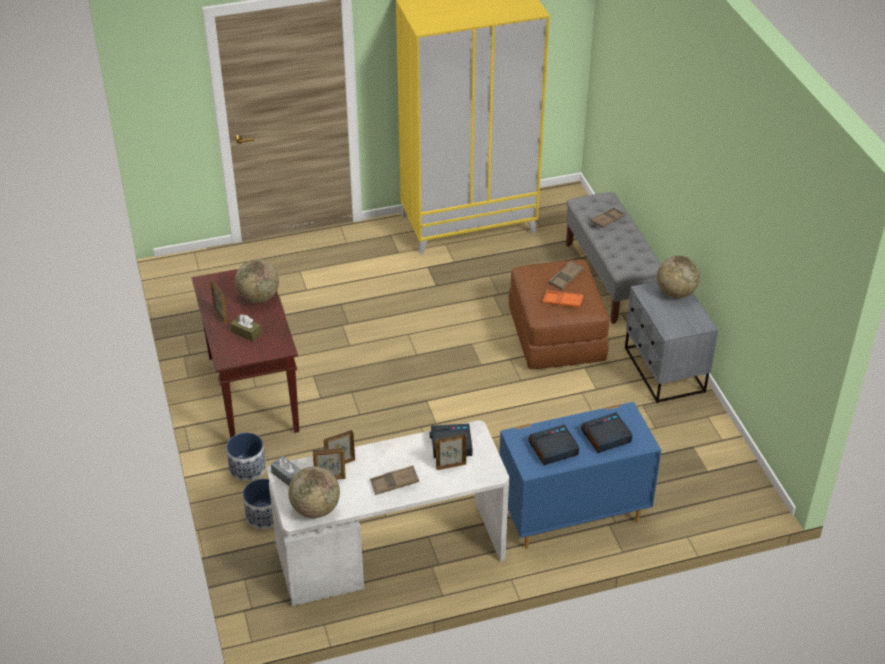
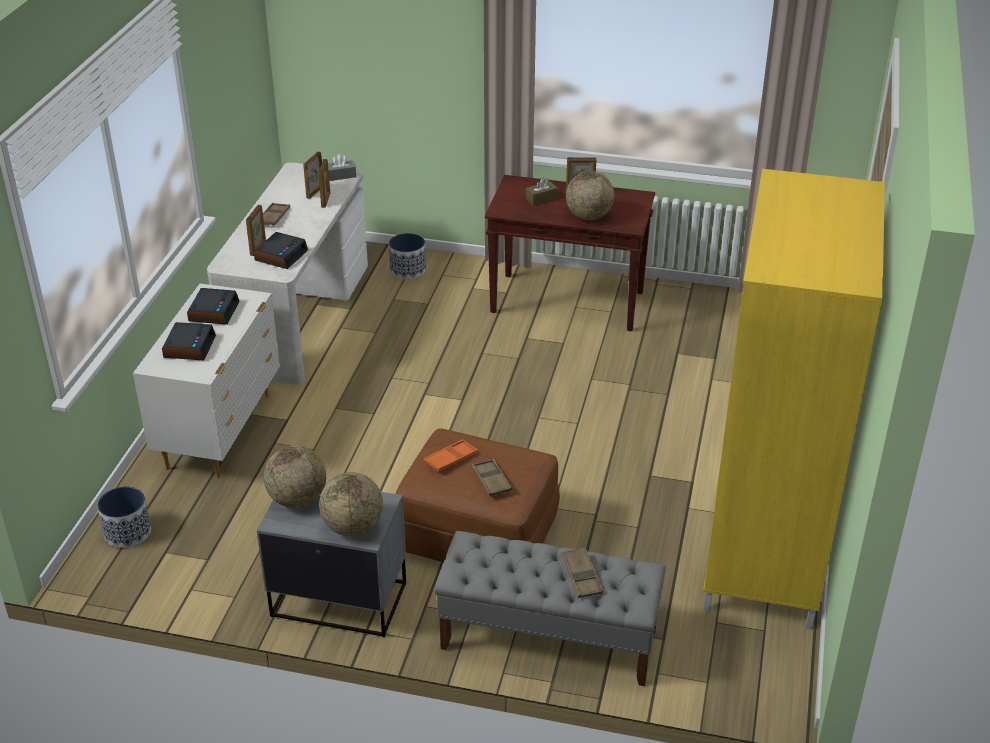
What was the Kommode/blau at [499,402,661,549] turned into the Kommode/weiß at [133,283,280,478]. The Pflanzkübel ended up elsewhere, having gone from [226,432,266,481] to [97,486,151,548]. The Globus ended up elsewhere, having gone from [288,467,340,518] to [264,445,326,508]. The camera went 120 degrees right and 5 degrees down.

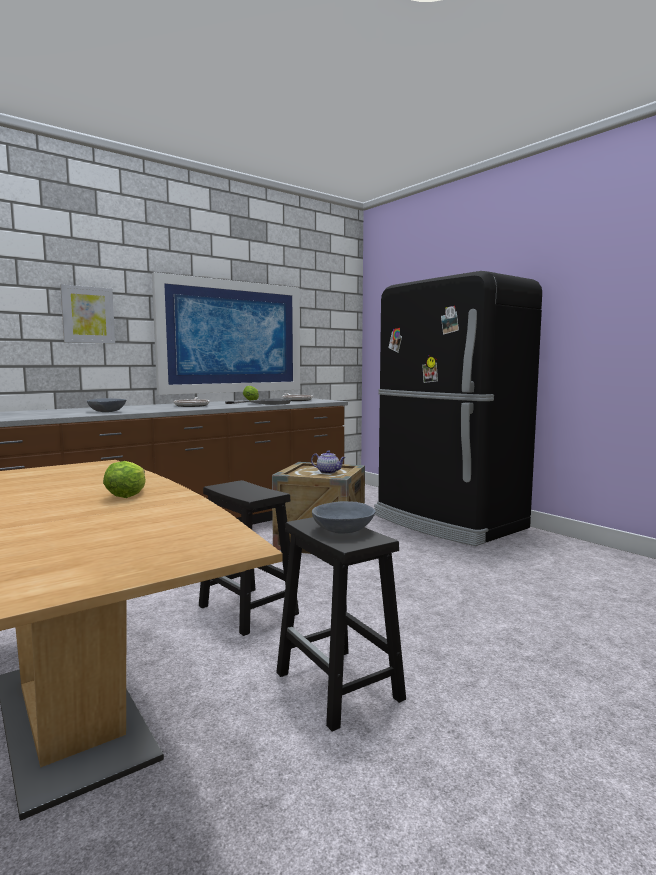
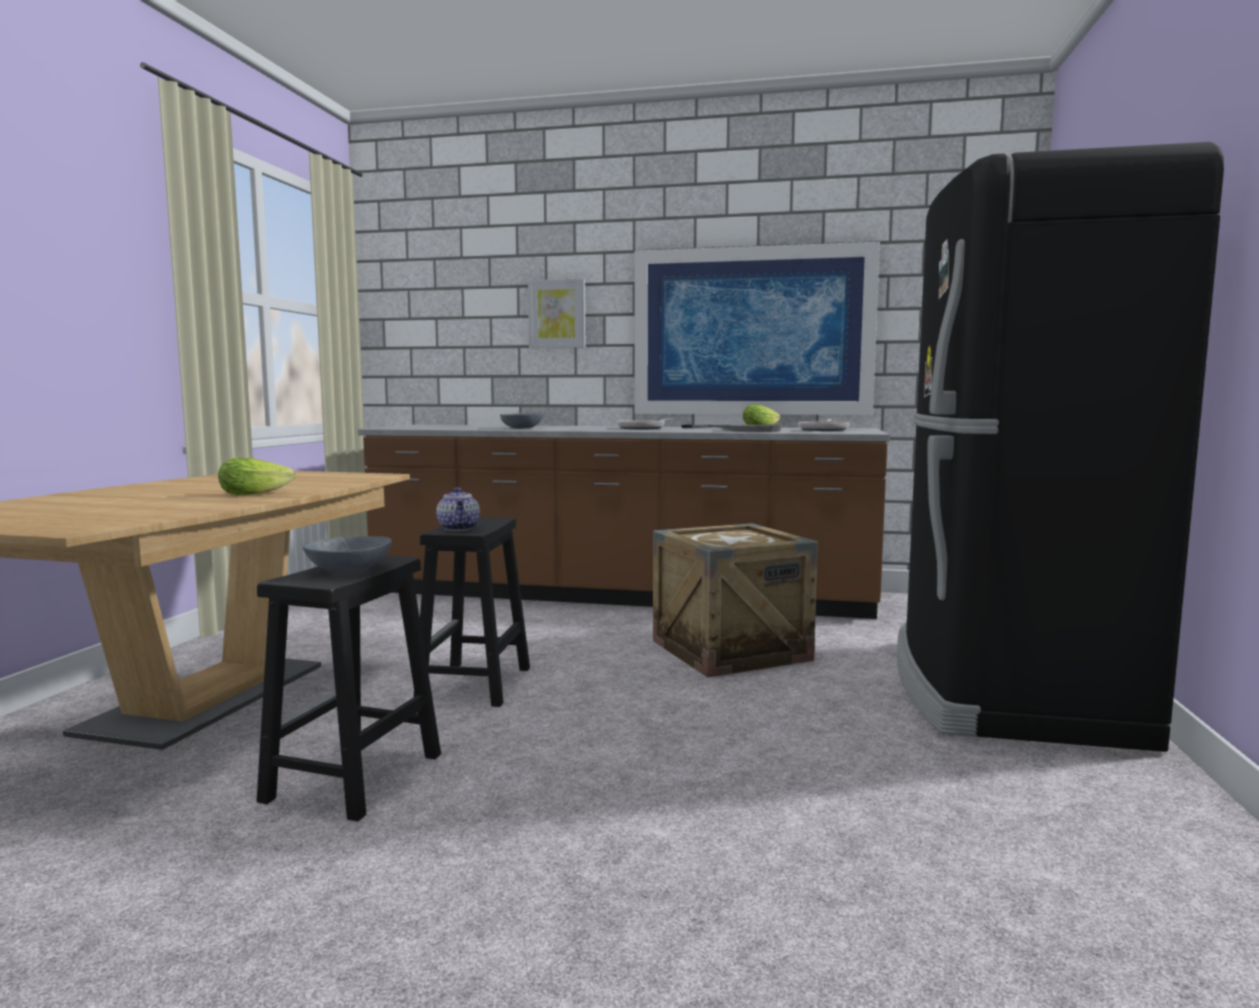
The Teekanne ended up elsewhere, having gone from [311,450,346,474] to [436,487,480,531]. The camera went 50 degrees right and 0 degrees up.

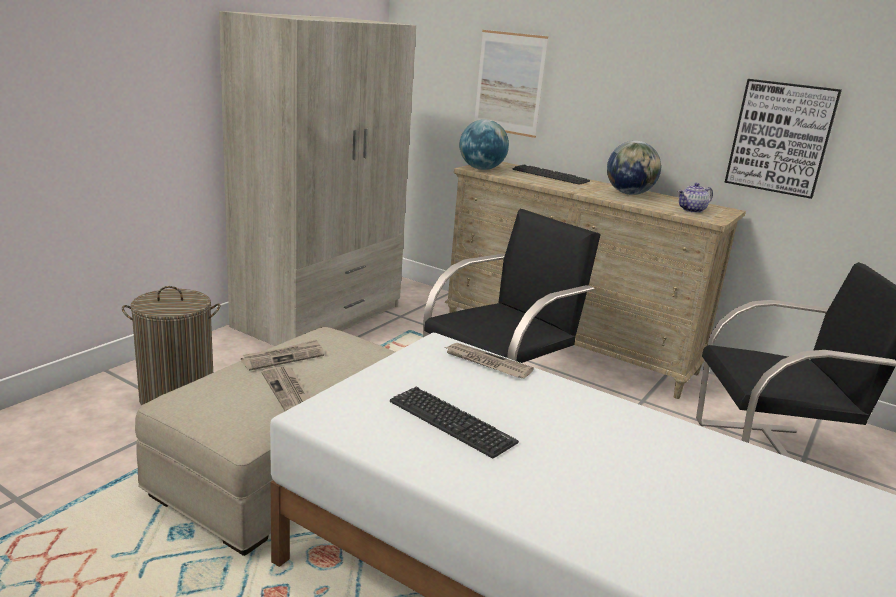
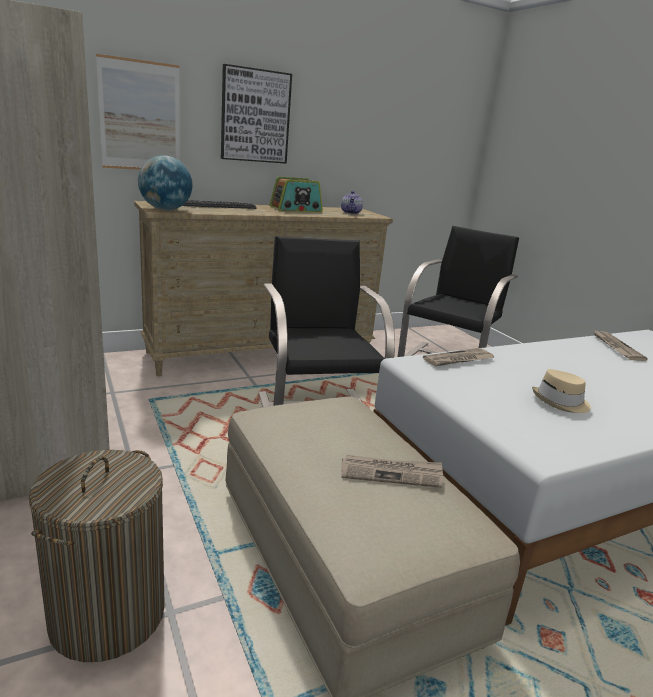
The Bild ended up elsewhere, having gone from [725,79,842,199] to [221,64,292,164]. Where the Globus stood at [607,141,661,195], the Radio came to stand at [269,177,323,212]. The Zeitung ended up elsewhere, having gone from [241,340,324,371] to [593,330,648,361]. Where the Tastatur stood at [390,387,519,458], the Hut/beige came to stand at [532,369,591,413]. The camera went 60 degrees left and 0 degrees up.

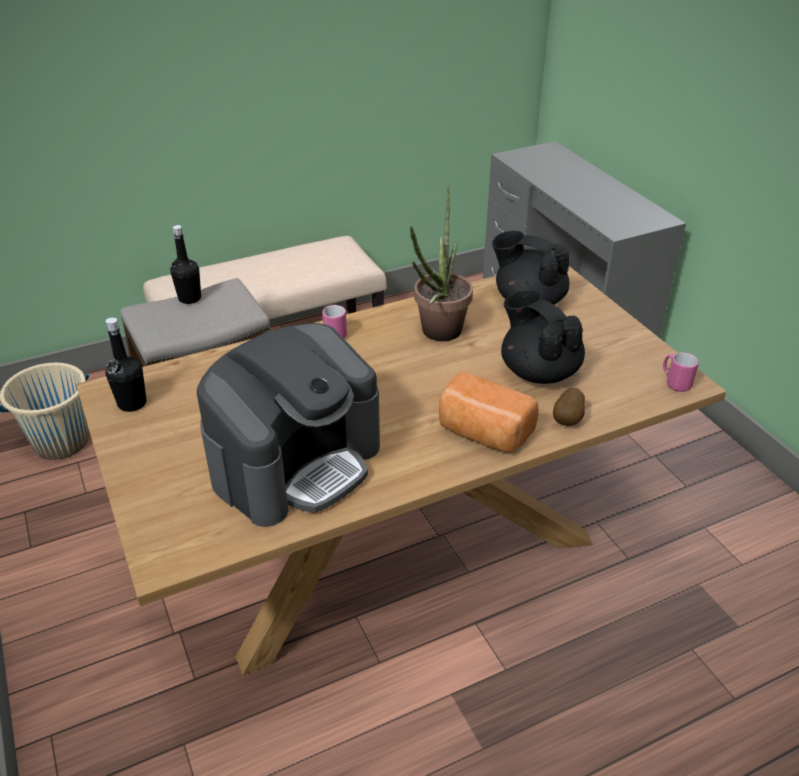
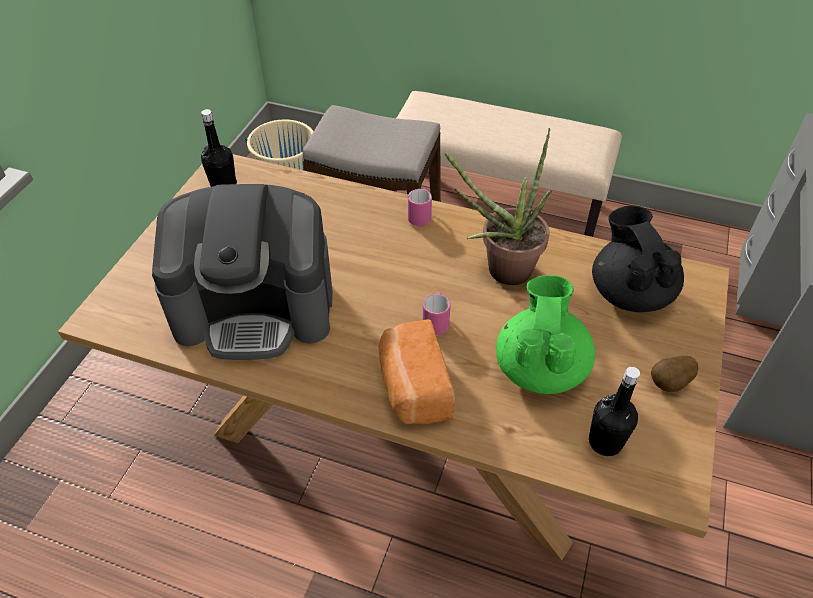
The Flasche/schwarz ended up elsewhere, having gone from [170,225,201,304] to [589,367,640,456]. What was the Teekanne/schwarz at [501,290,585,384] turned into the Teekanne/grün at [496,275,595,394]. The Henkelbecher/rosa ended up elsewhere, having gone from [663,352,699,392] to [422,292,450,335]. The Kartoffel ended up elsewhere, having gone from [553,388,585,426] to [651,356,699,392]. The camera went 45 degrees right and 10 degrees up.

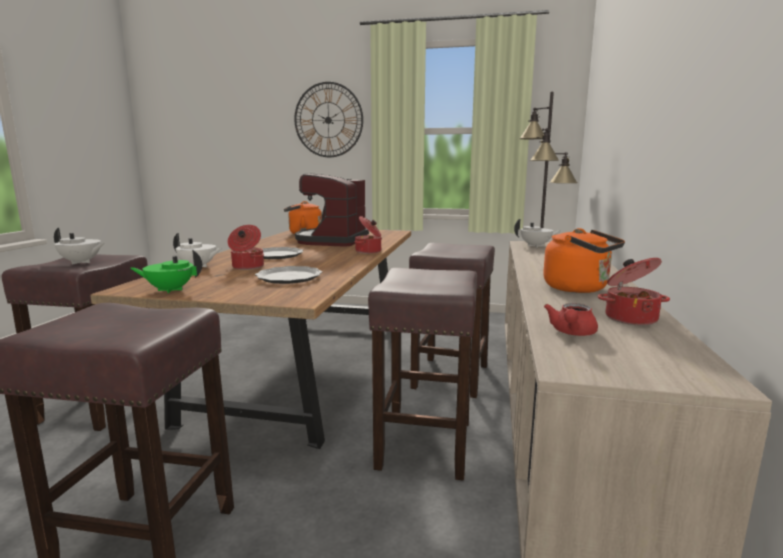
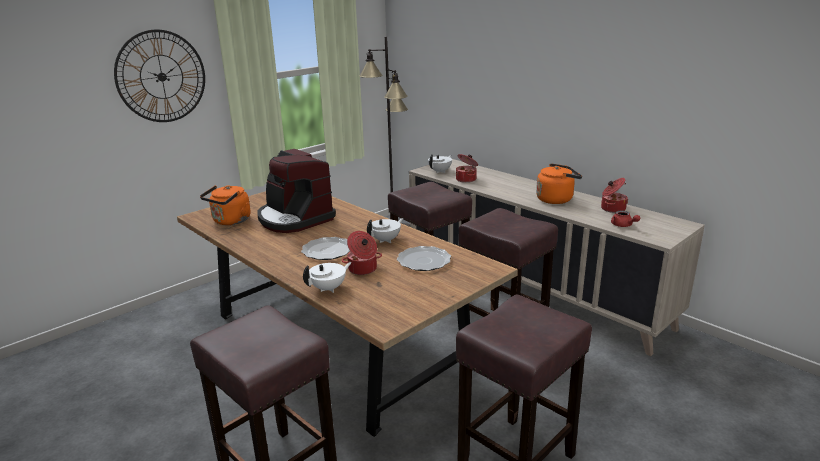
The Kochtopf ended up elsewhere, having gone from [355,216,382,254] to [456,154,478,183]. The Teekanne/weiß ended up elsewhere, having gone from [54,228,104,265] to [367,218,403,243]. The second view lost the Teekanne/grün at [130,250,202,293]. The camera went 55 degrees left and 10 degrees up.

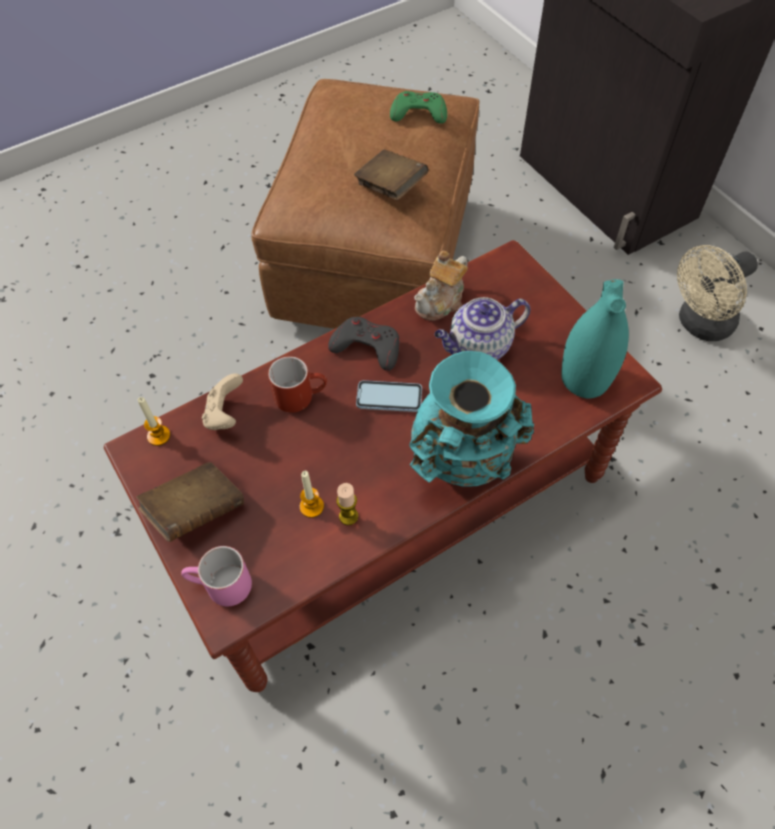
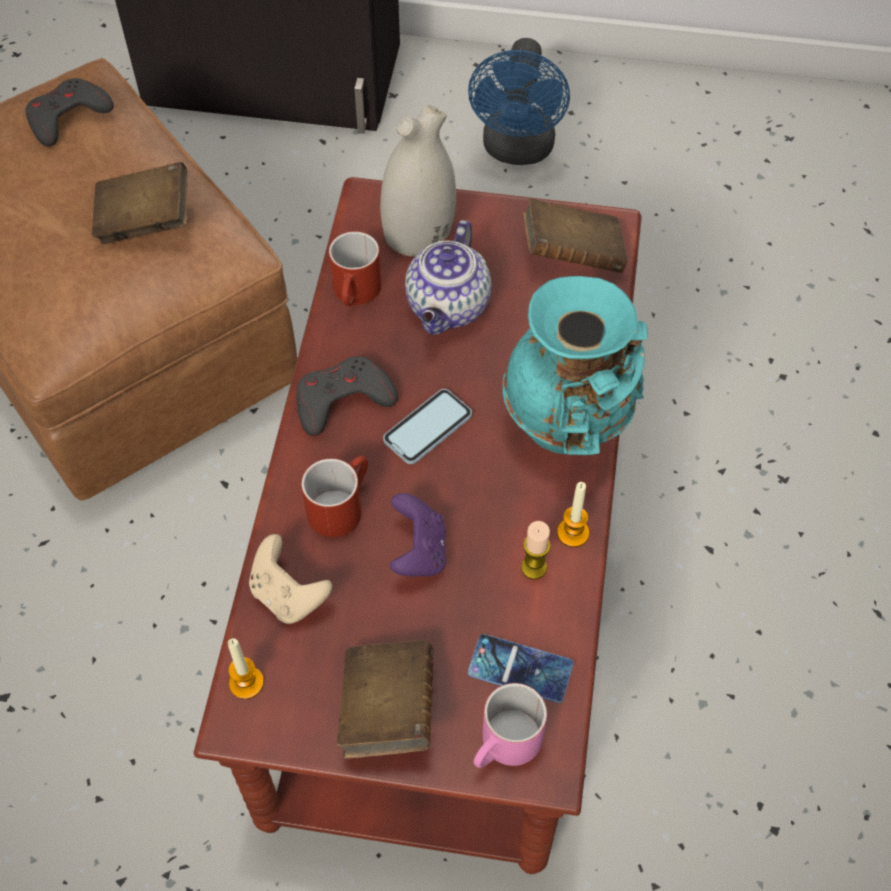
What was the Gamepad/grün at [390,91,447,124] turned into the Gamepad/grau at [25,78,114,147]. What was the Ventilator/beige at [677,245,758,341] turned into the Ventilator/blau at [468,38,570,165]. Where the Teekanne stood at [414,251,468,321], the Henkelbecher/rot came to stand at [329,231,381,306]. Where the Vase/türkis stood at [561,279,629,399], the Buch/braun came to stand at [523,198,628,273]. The Kerze ended up elsewhere, having gone from [300,471,324,518] to [557,482,589,547]. The second view gained the Vase/weiß at [380,105,456,257]. The second view gained the Gamepad/lila at [389,493,446,576]. The second view gained the Handy at [468,634,574,703]. The camera went 50 degrees left and 0 degrees up.

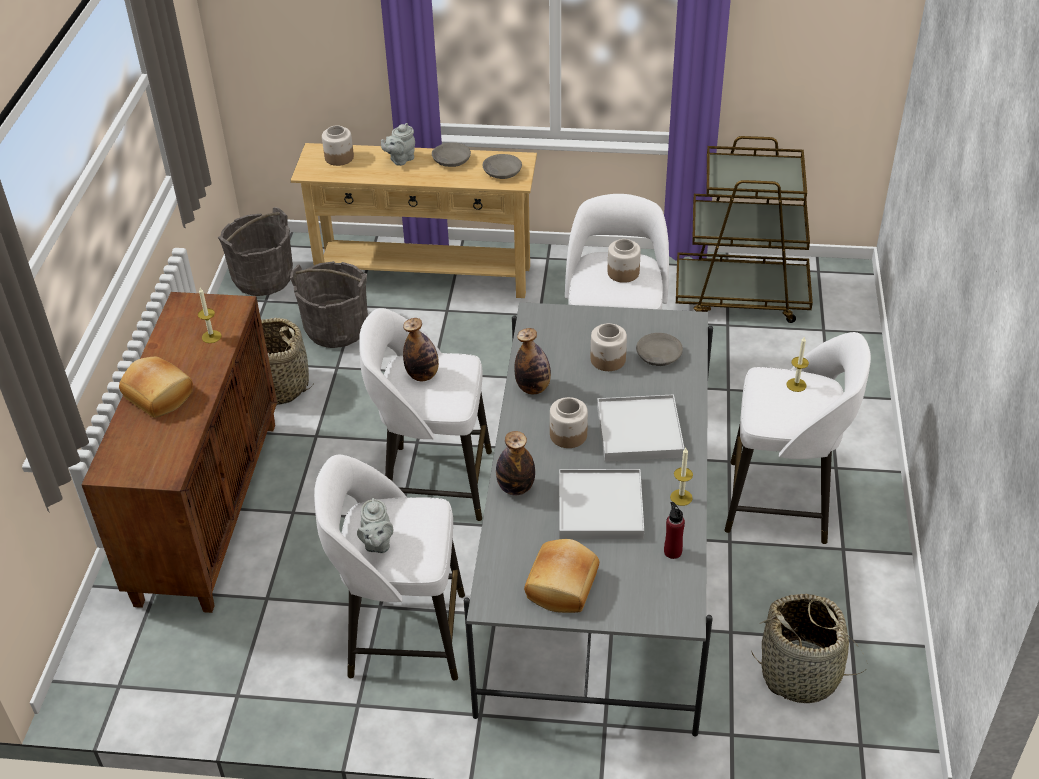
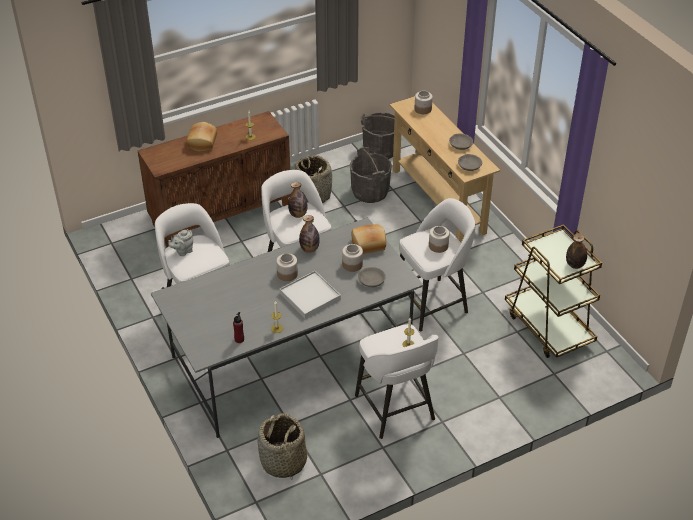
The second view lost the Teekanne/grau at [381,123,415,166]. The Flasche ended up elsewhere, having gone from [496,431,535,496] to [566,233,587,269]. The second view lost the Tablett/weiß at [559,469,644,539]. The Brot ended up elsewhere, having gone from [524,539,599,613] to [352,224,386,254]. The camera went 55 degrees right and 0 degrees up.

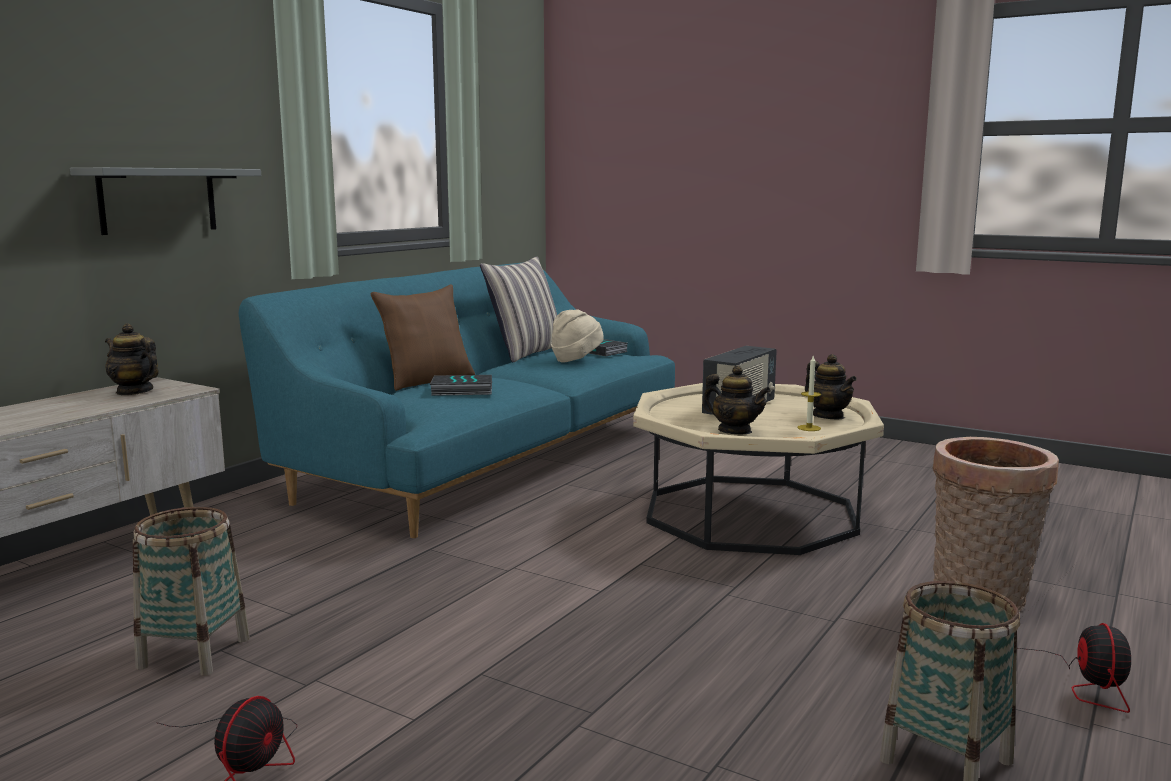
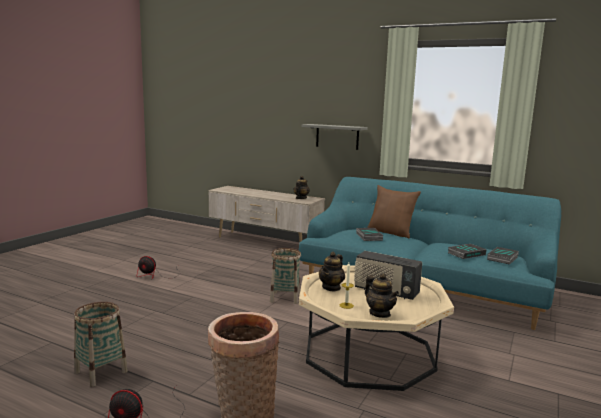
The second view lost the Kissen at [480,256,557,363]. Where the Hut/beige stood at [551,309,604,362], the Buch came to stand at [448,244,487,259]. The Teekanne at [805,354,857,419] ended up facing another way, 90 degrees counterclockwise from before. The Korb ended up elsewhere, having gone from [133,507,250,676] to [270,248,301,304]. The camera went 85 degrees right and 0 degrees up.

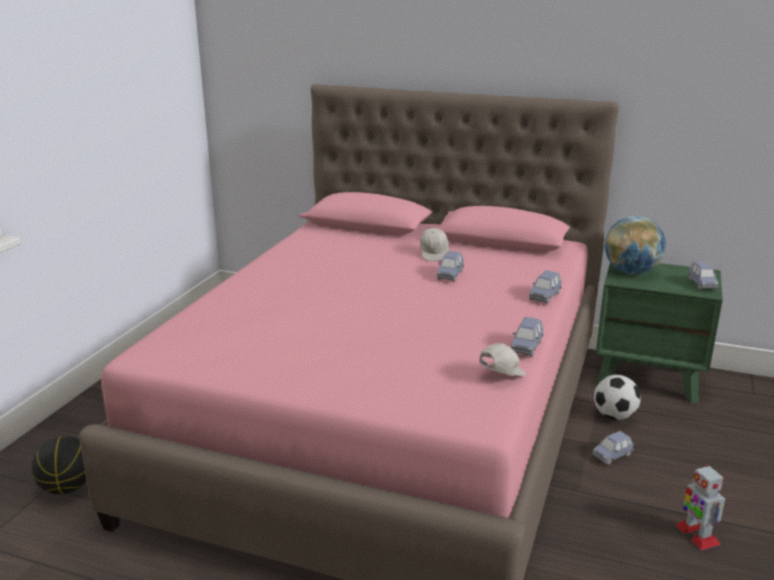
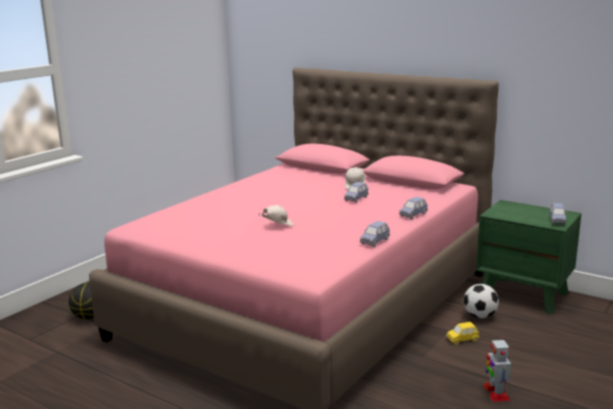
The second view lost the Globus at [604,216,666,275]. The Kappe/weiß ended up elsewhere, having gone from [479,343,526,376] to [259,205,294,226]. What was the Spielzeugauto/blau at [592,431,634,465] turned into the Spielzeugauto/gelb at [446,322,479,345]. The camera went 15 degrees right and 5 degrees down.

